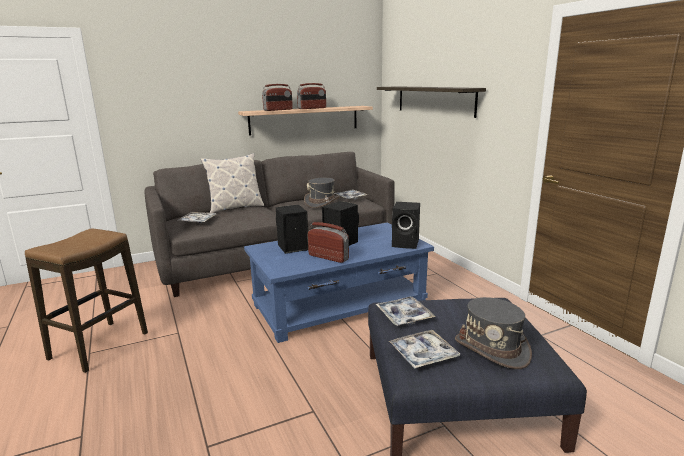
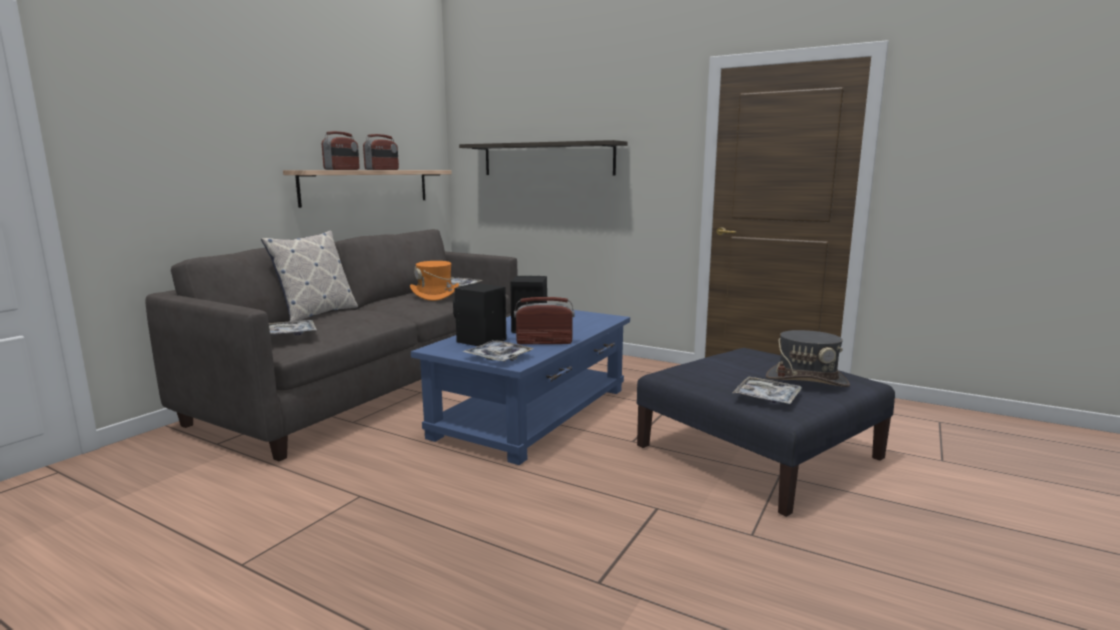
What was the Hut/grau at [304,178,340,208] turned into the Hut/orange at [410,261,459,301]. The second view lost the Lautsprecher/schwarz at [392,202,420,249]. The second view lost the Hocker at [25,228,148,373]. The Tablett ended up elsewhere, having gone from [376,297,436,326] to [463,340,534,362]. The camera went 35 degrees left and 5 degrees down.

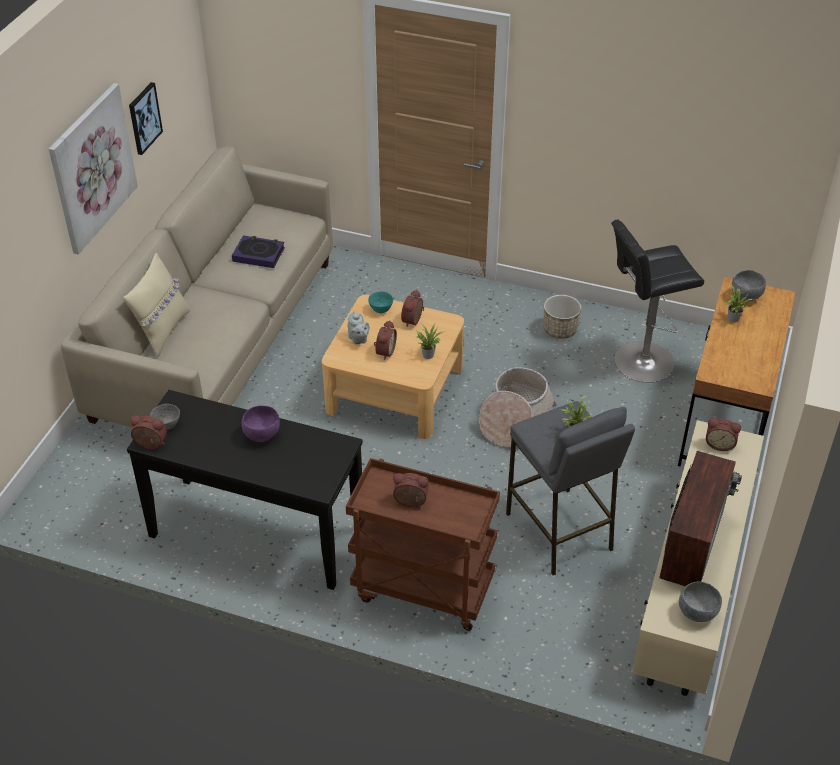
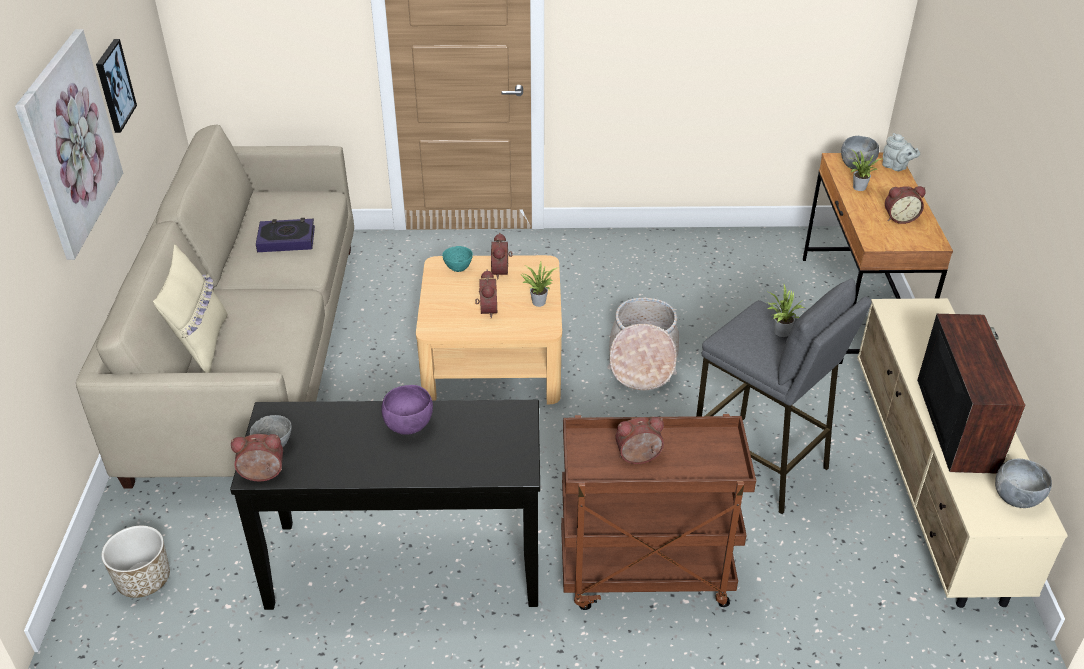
The second view lost the Hocker/schwarz at [611,220,704,383]. The Pflanzkübel ended up elsewhere, having gone from [544,295,581,339] to [101,526,170,598]. The Teekanne/grau ended up elsewhere, having gone from [347,311,370,344] to [882,133,920,171]. The Wecker ended up elsewhere, having gone from [706,418,741,451] to [885,186,926,224]. The camera went 20 degrees left and 5 degrees down.

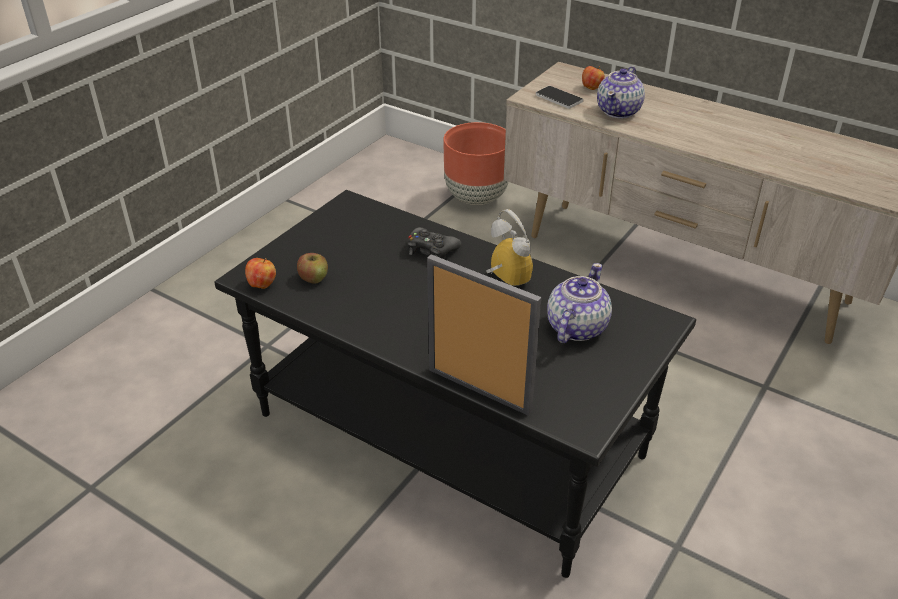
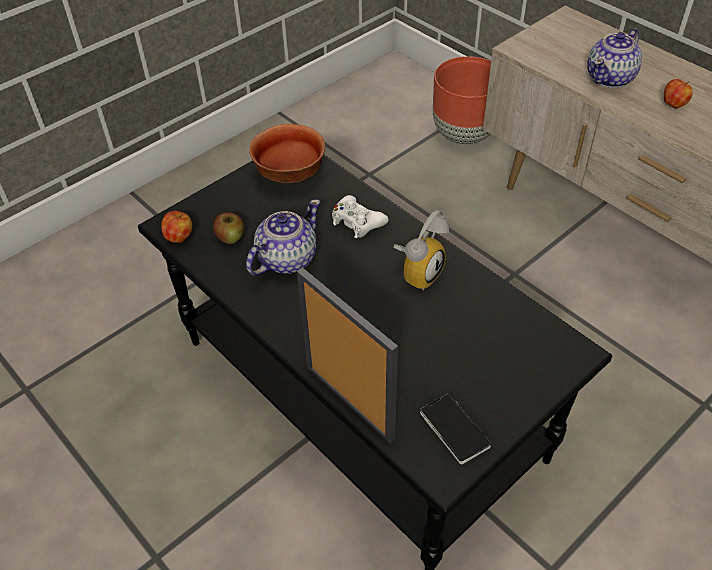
The Apfel ended up elsewhere, having gone from [582,66,605,90] to [664,79,693,108]. The Handy ended up elsewhere, having gone from [536,86,583,109] to [420,394,491,464]. The Wecker at [486,209,533,286] ended up facing another way, 60 degrees clockwise from before. What was the Gamepad/schwarz at [407,227,461,259] turned into the Gamepad/weiß at [332,195,389,239]. The Teekanne ended up elsewhere, having gone from [547,263,612,343] to [246,199,320,275]. The second view gained the Schüssel at [249,124,325,183]. The camera went 15 degrees right and 10 degrees up.

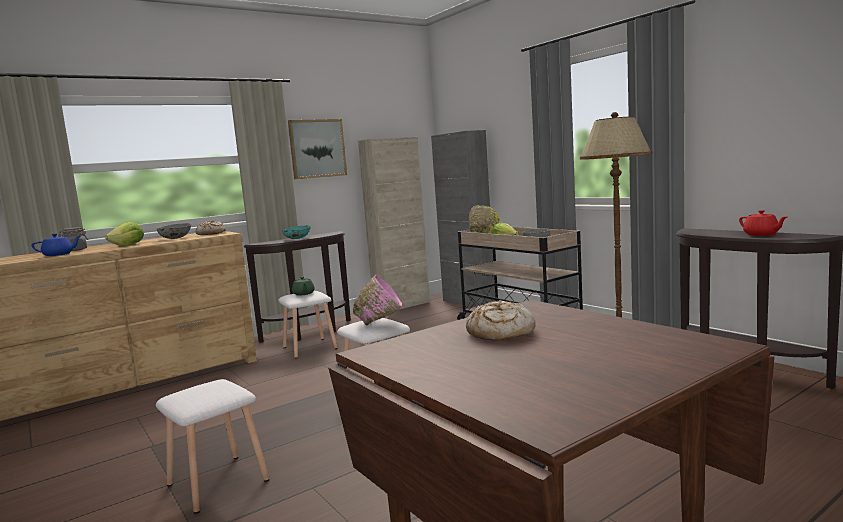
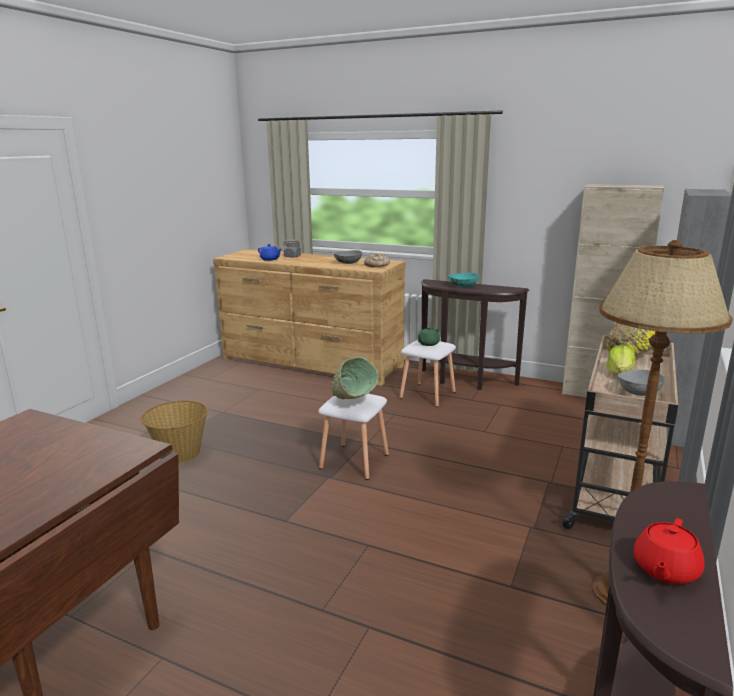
The second view lost the Bild at [288,119,347,179]. The second view lost the Salatkopf at [105,222,144,246]. What was the Schüssel/rosa at [353,275,402,326] turned into the Schüssel/grün at [332,357,378,399]. The second view lost the Brot at [466,300,536,340]. Where the Hocker/weiß stood at [156,379,269,514], the Korb came to stand at [141,400,208,463]. The camera went 60 degrees right and 10 degrees up.

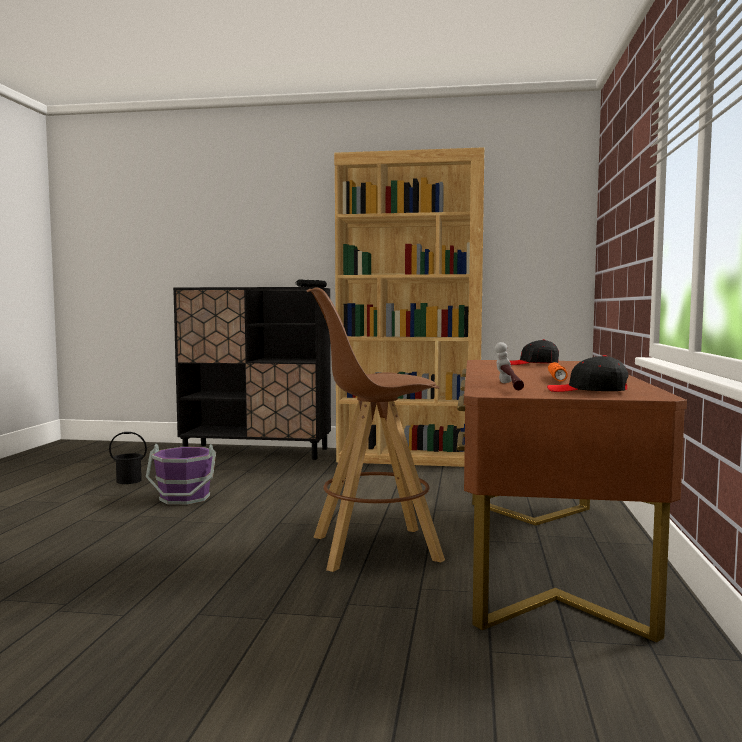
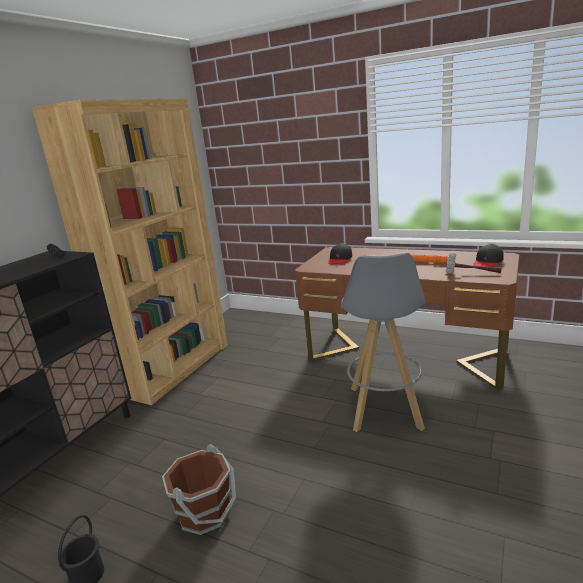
What was the Hocker/braun at [307,287,445,572] turned into the Hocker/grau at [341,252,426,432]. What was the Eimer/lila at [146,444,216,505] turned into the Eimer/braun at [162,444,236,535]. The camera went 70 degrees left and 15 degrees up.

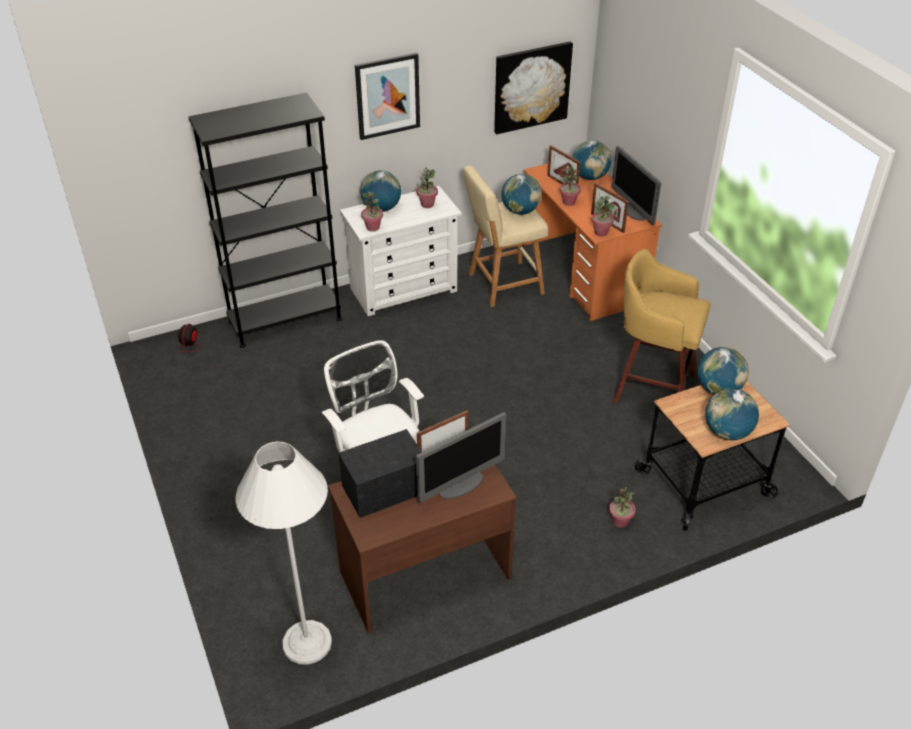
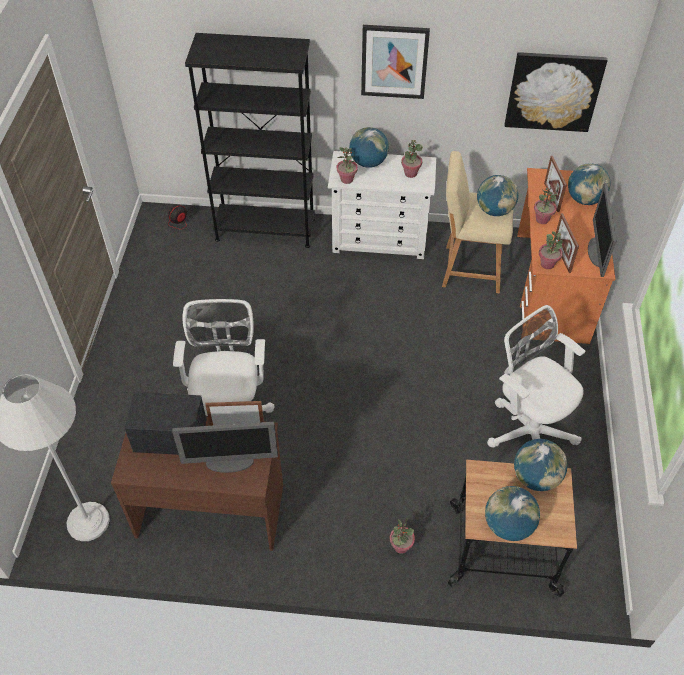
Where the Hocker/gelb stood at [613,249,711,403], the Bürostuhl/weiß came to stand at [487,305,585,448]. The camera went 30 degrees right and 10 degrees up.

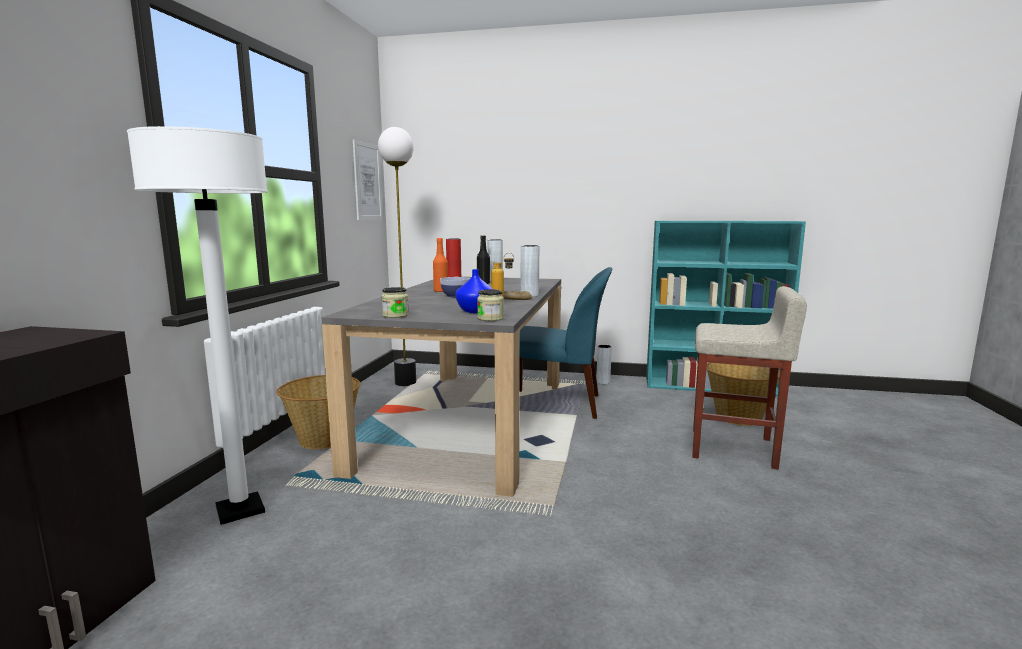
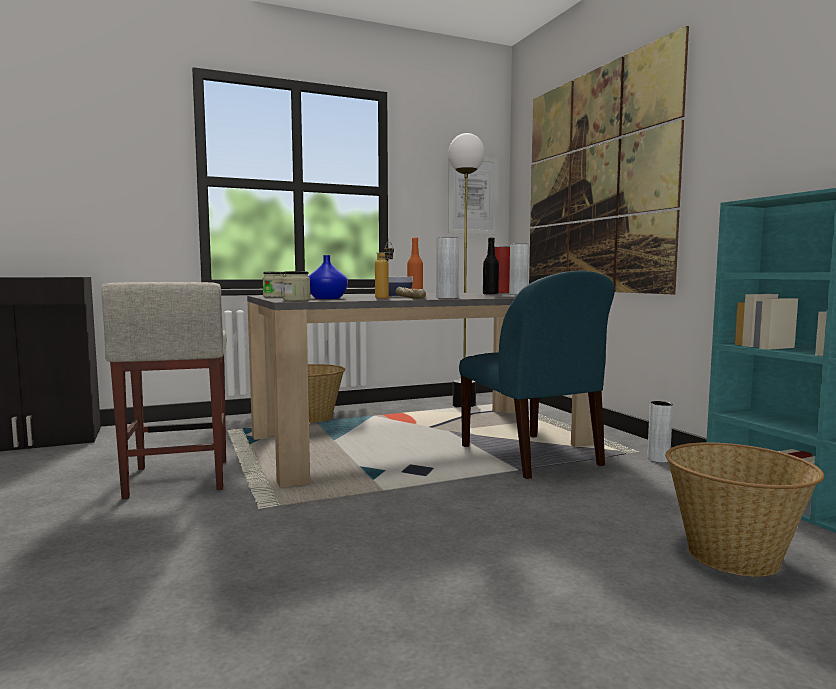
The second view lost the Stehlampe/weiß at [127,126,268,525]. The Hocker/beige ended up elsewhere, having gone from [692,286,807,470] to [101,282,226,499]. The second view gained the Bild at [529,26,689,294]. The camera went 55 degrees right and 5 degrees down.

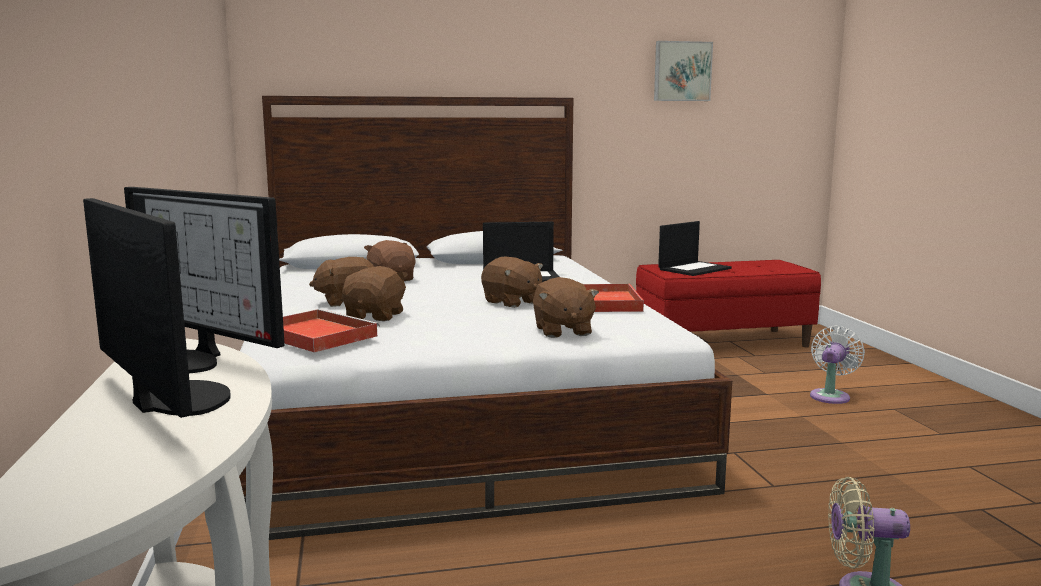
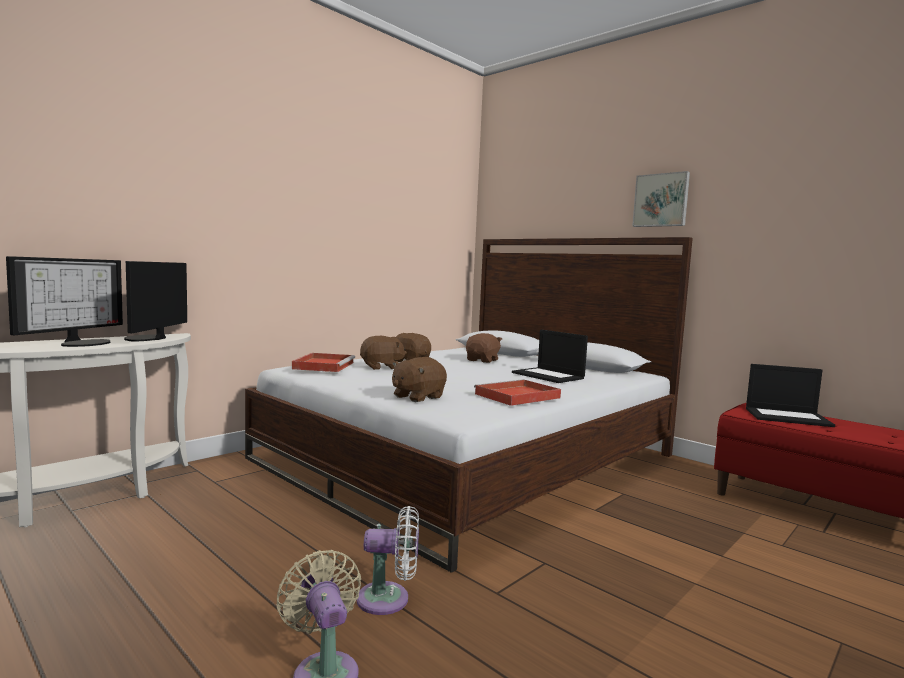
The Bild ended up elsewhere, having gone from [654,41,713,101] to [632,171,690,227]. The second view lost the Plüschtier/braun at [481,257,543,308]. The Ventilator/weiß ended up elsewhere, having gone from [810,326,865,404] to [357,506,419,615]. The camera went 55 degrees right and 5 degrees down.

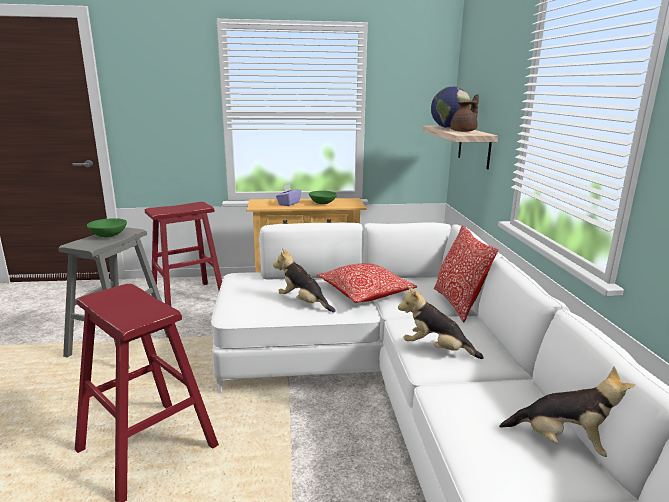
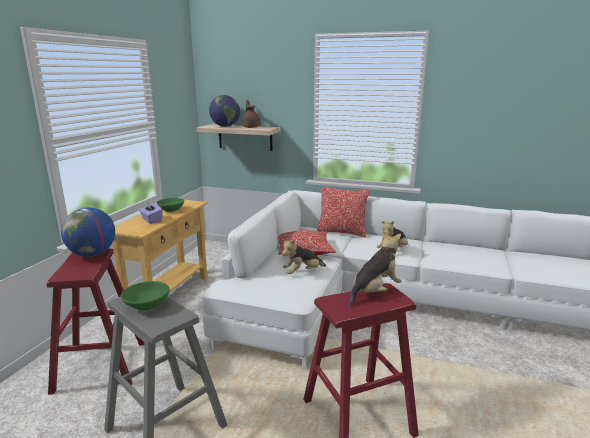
The Plüschtier ended up elsewhere, having gone from [499,367,635,457] to [348,231,402,306]. The second view gained the Globus at [61,208,115,257]. The camera went 65 degrees left and 0 degrees up.

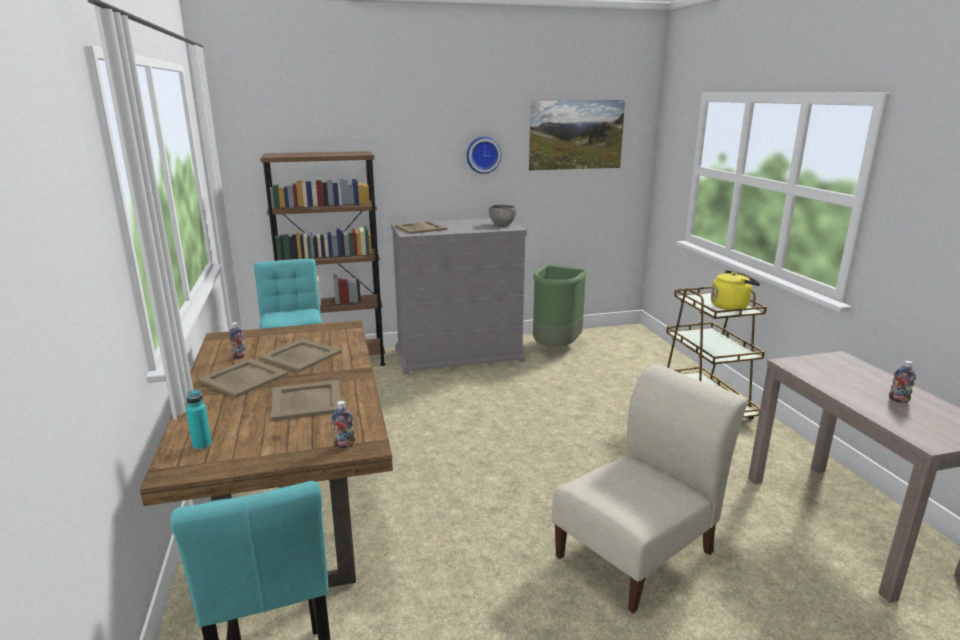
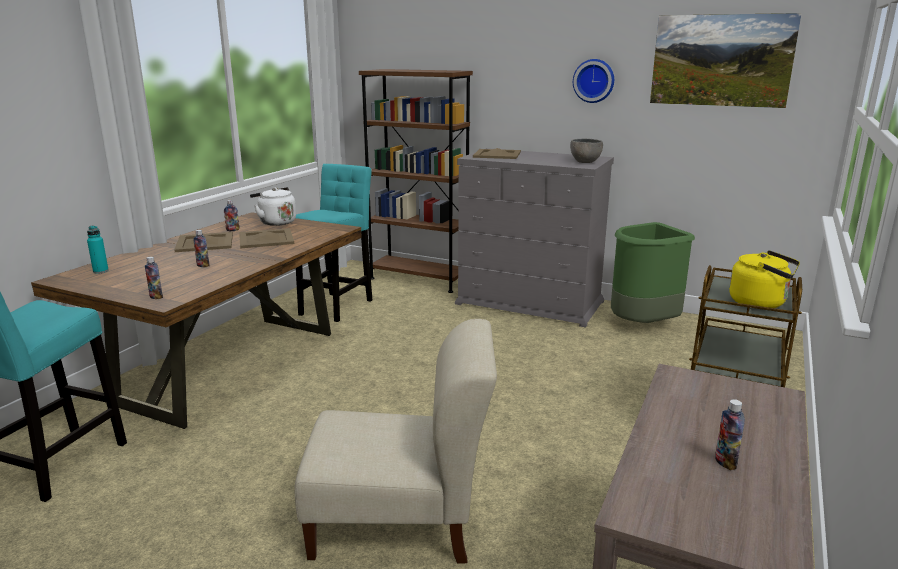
Where the Tablett/beige stood at [271,380,341,421], the Flasche came to stand at [193,230,210,267]. The second view gained the Wasserkessel/weiß at [250,187,296,226]. The camera went 40 degrees right and 0 degrees up.

